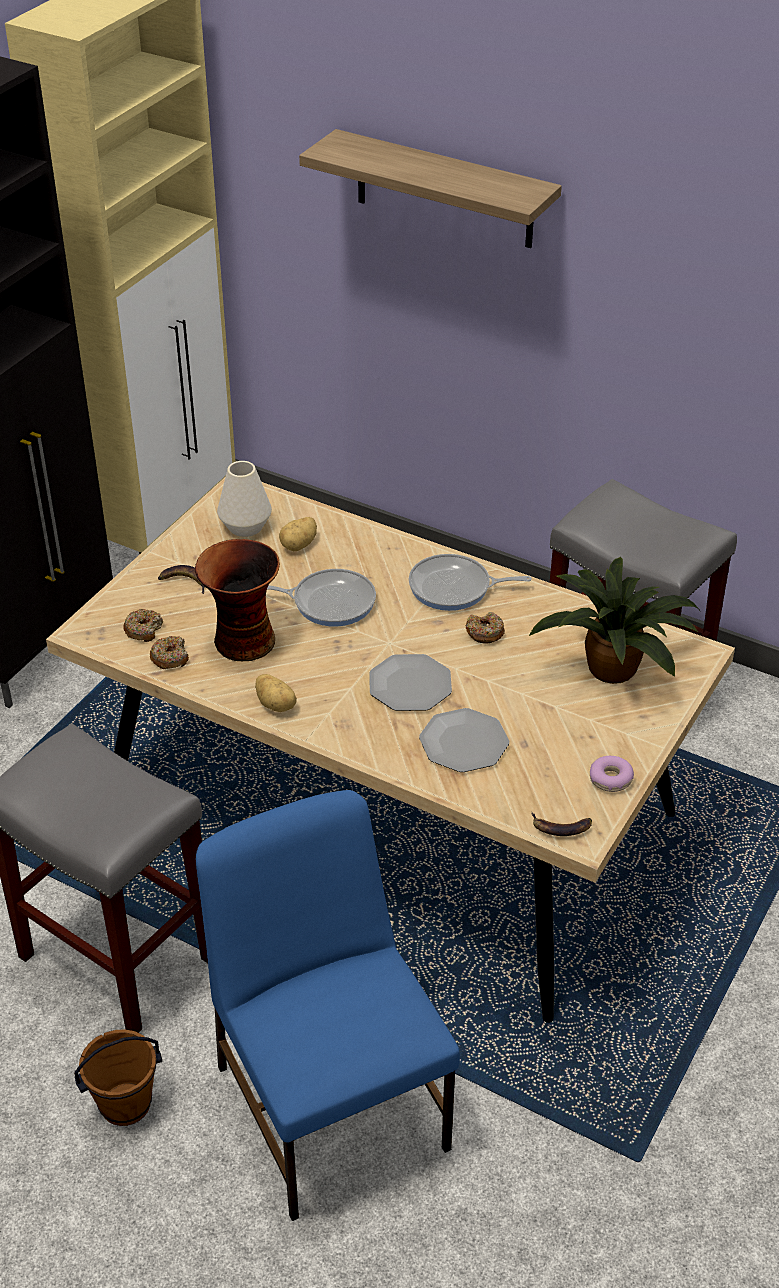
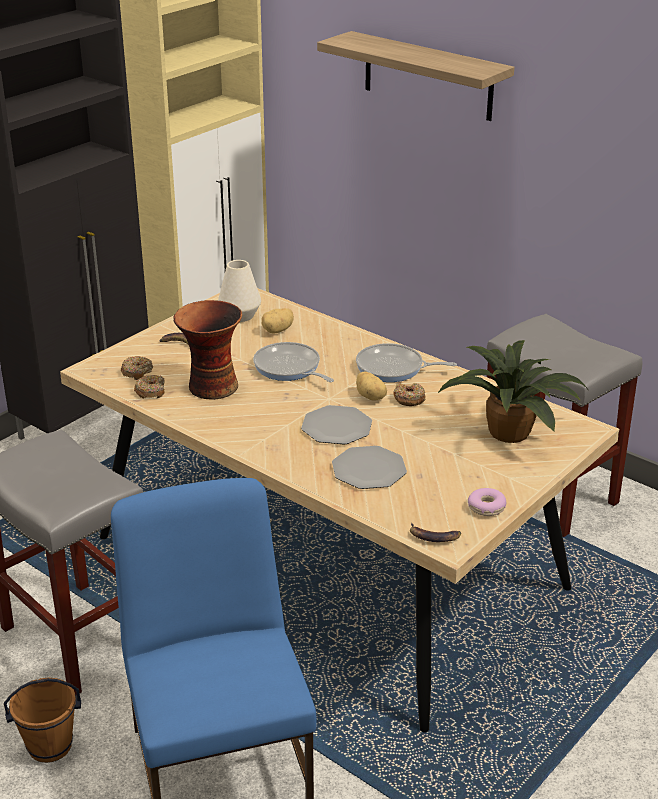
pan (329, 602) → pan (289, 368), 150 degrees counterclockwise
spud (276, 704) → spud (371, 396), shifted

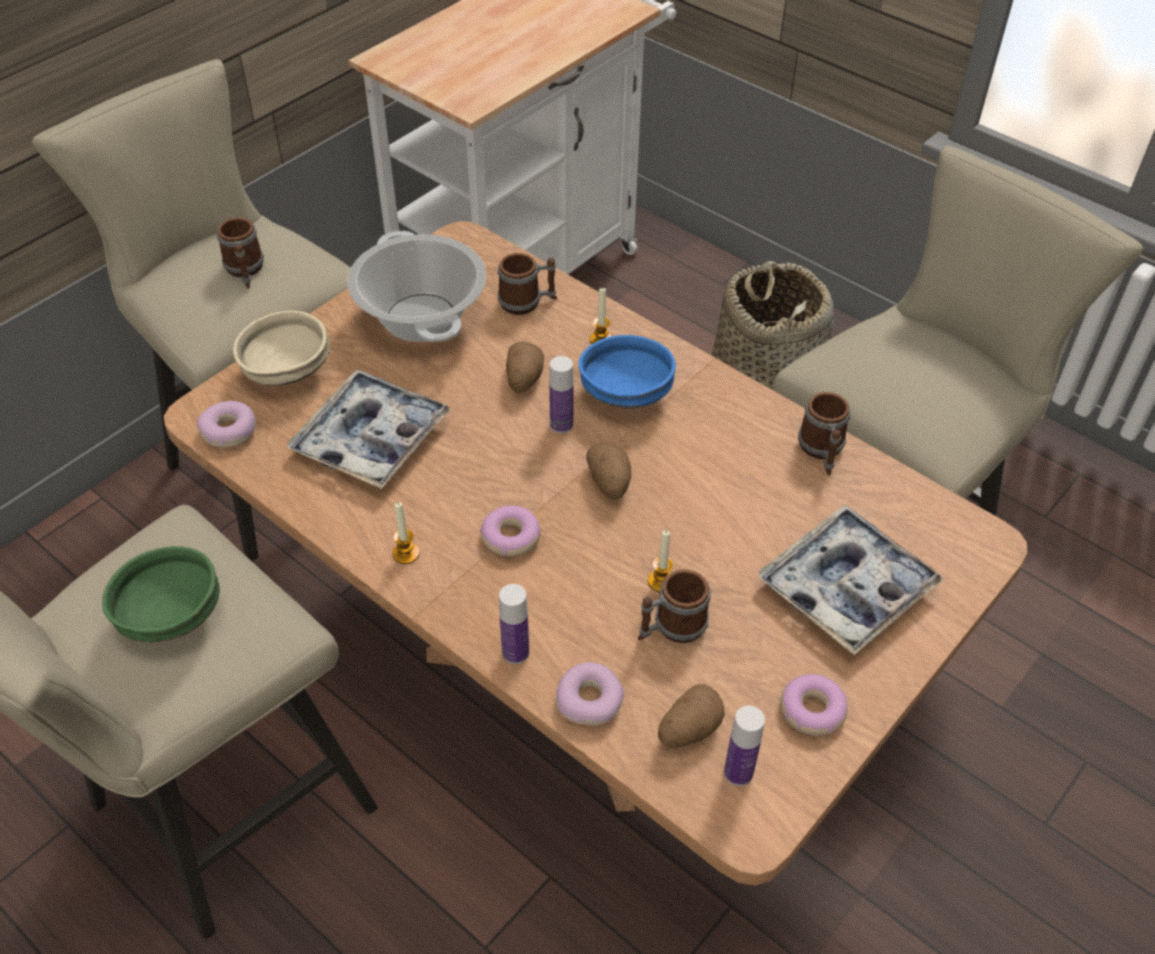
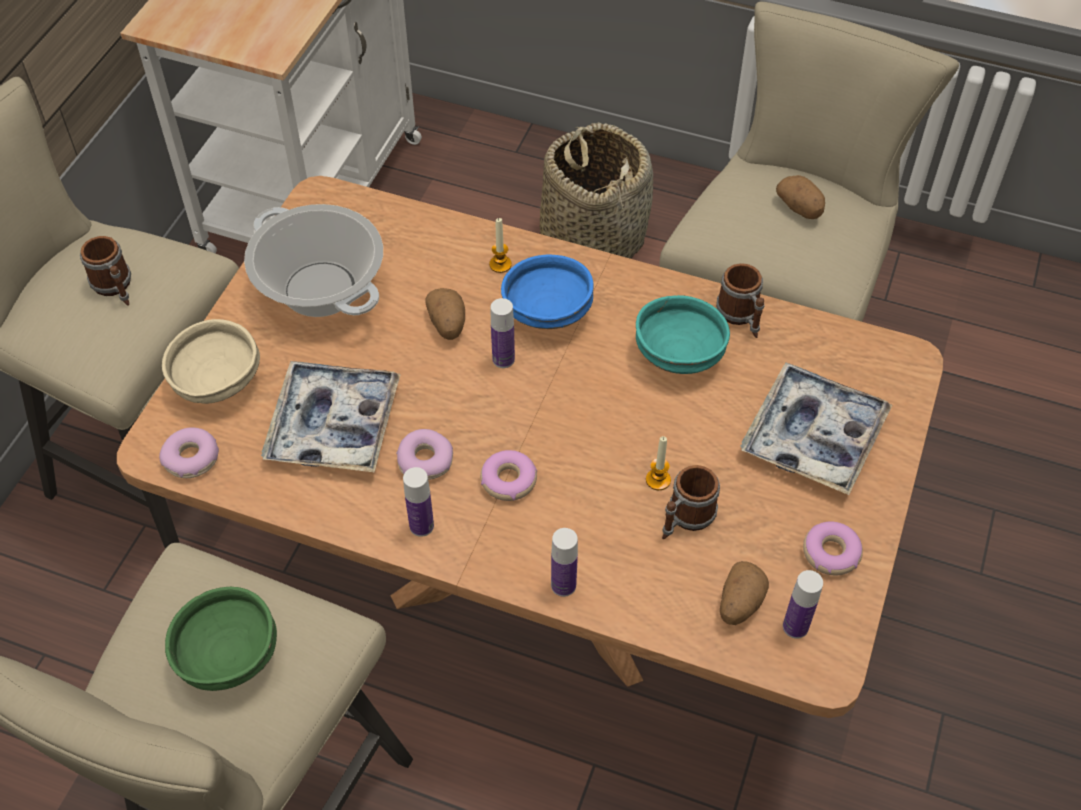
mug (527, 302) → -
spud (609, 483) → spud (800, 208), shifted
wax light (406, 553) → drink bottle (421, 526)
doughnut (590, 700) → doughnut (425, 460), shifted
- → turquoise-coloured serving bowl (679, 354)

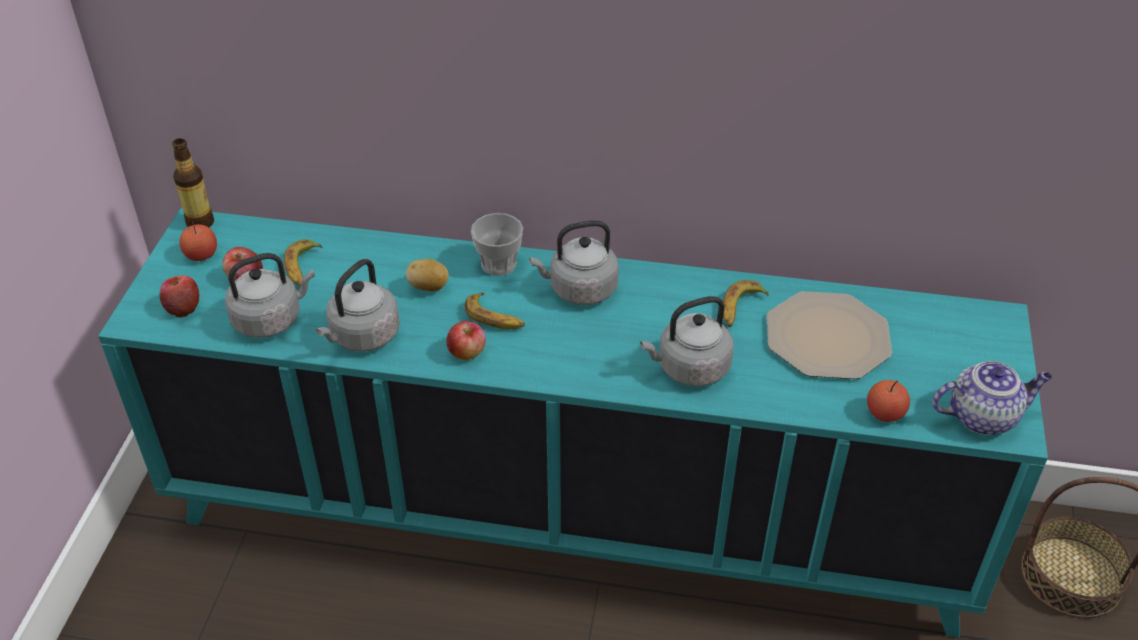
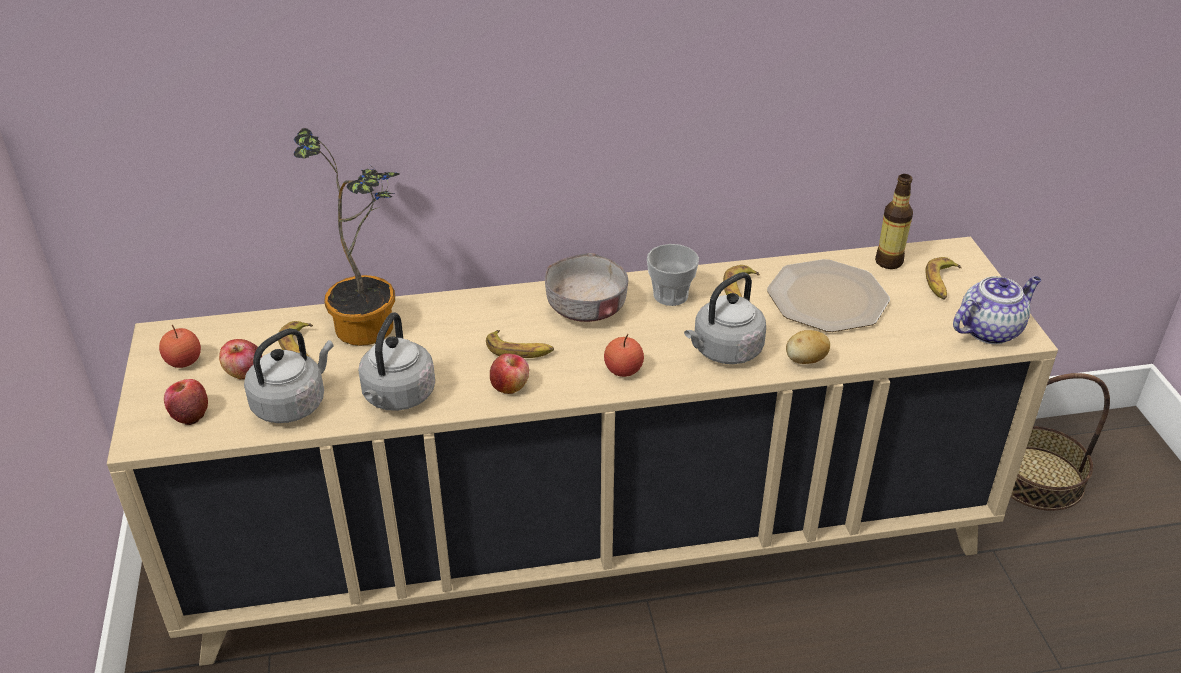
drink bottle (200, 223) → drink bottle (888, 262), shifted
turquoise-coloured cabinet (569, 516) → sand-coloured cabinet (590, 548)
drinking cup (498, 264) → drinking cup (670, 295), shifted
gray kettle (579, 290) → gray serving bowl (586, 309)
spud (429, 287) → spud (805, 360), shifted
apple fruit (885, 413) → apple fruit (623, 370), shifted
- → potted plant (371, 323)
- → banana (941, 283)

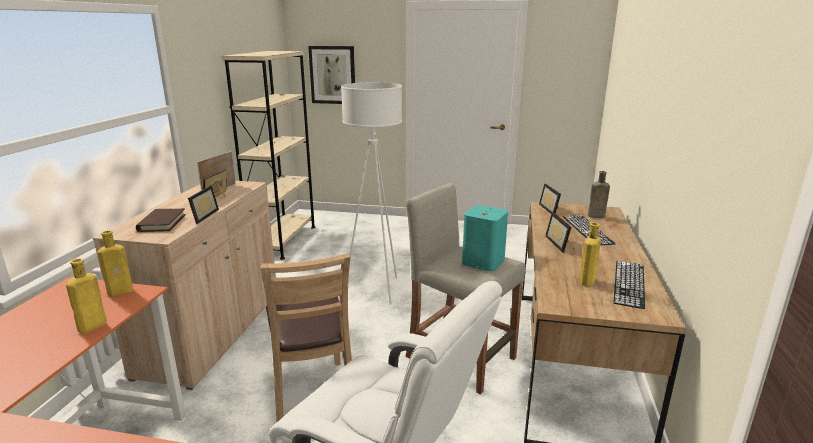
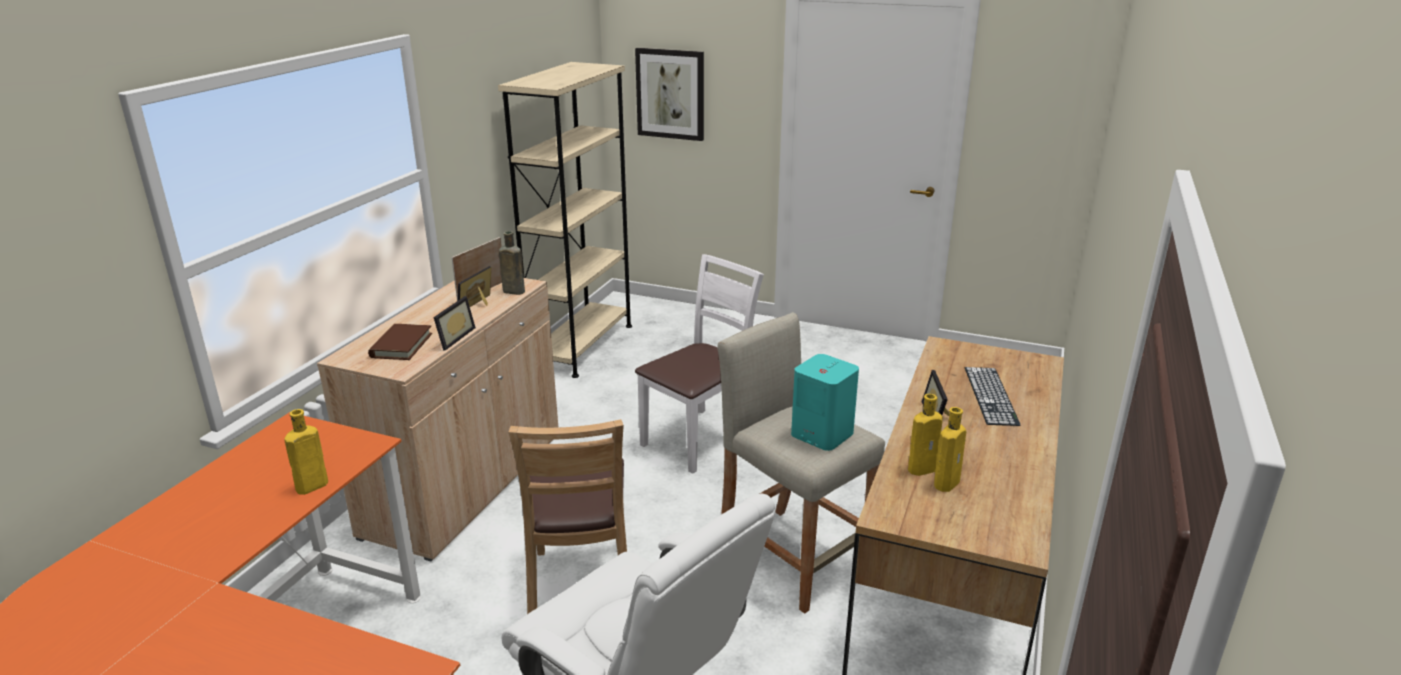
whitish floor lamp (376, 289) → whitish plain chair (699, 439)
brownish drink bottle (595, 216) → brownish drink bottle (512, 291), shifted
picture frame (551, 209) → -
yellow-coloured drink bottle (122, 291) → yellow-coloured drink bottle (924, 468), shifted
PC keyboard (629, 283) → -

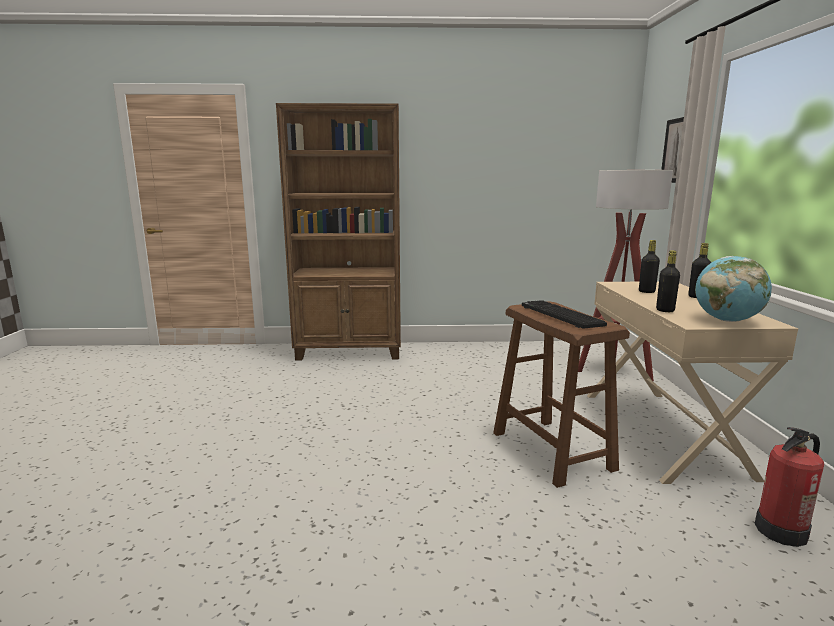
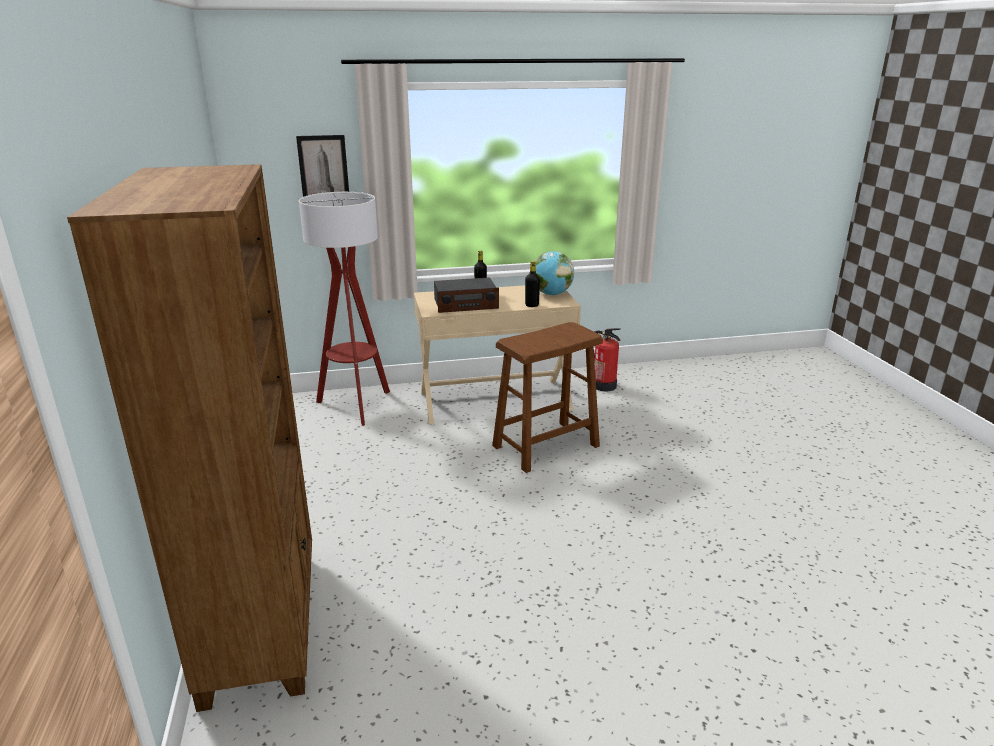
black drink bottle (646, 291) → radio (465, 304)
PC keyboard (559, 315) → -

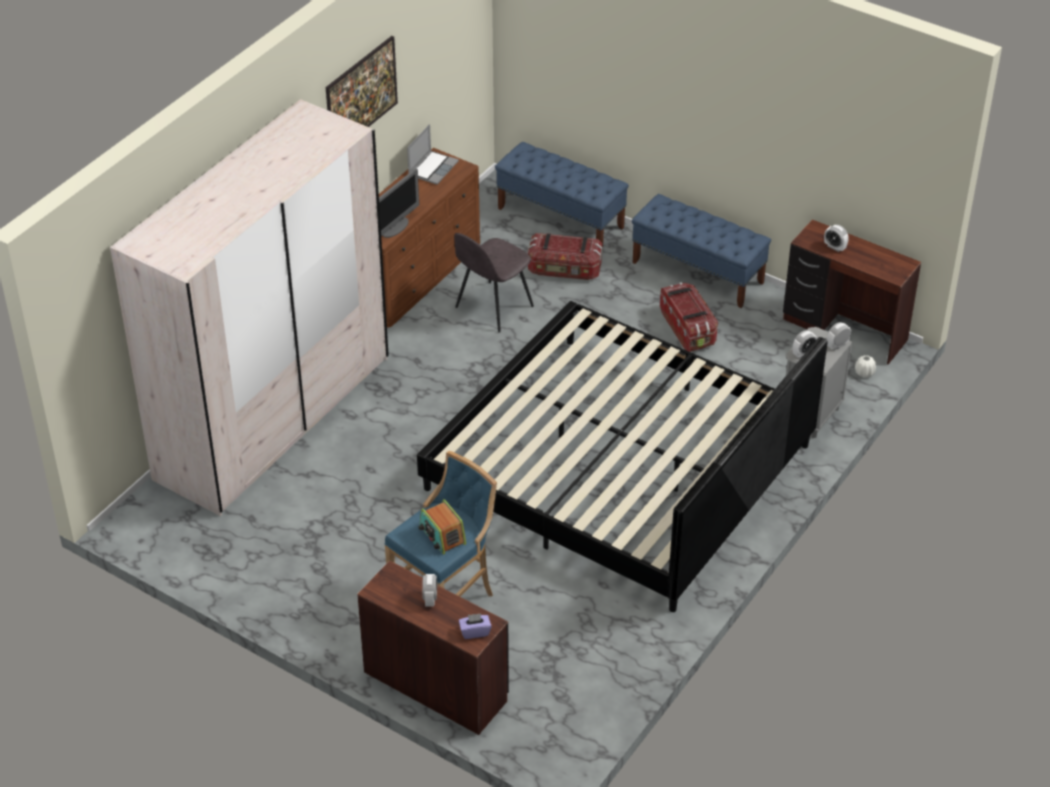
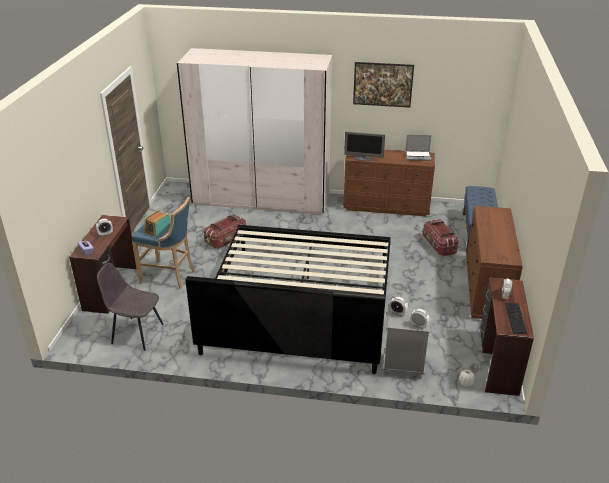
bluish indoor bench (698, 273) → brownish dresser (486, 289)
gray plain chair (492, 308) → gray plain chair (136, 333), shifted
storage container (687, 328) → storage container (226, 239), shifted
- → PC keyboard (515, 318)

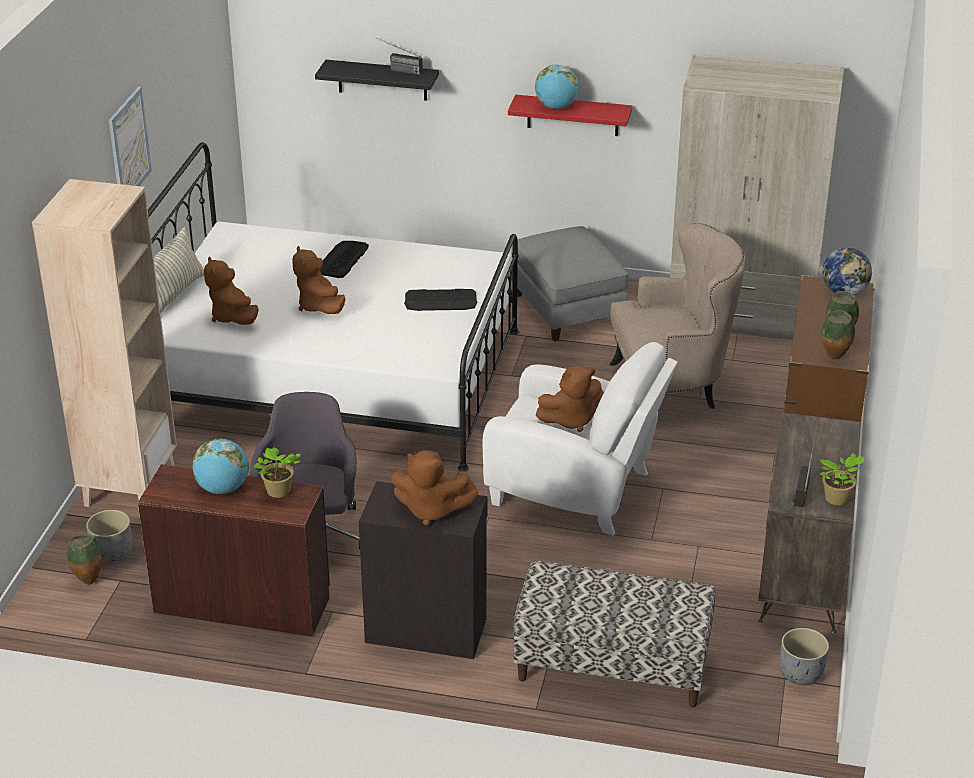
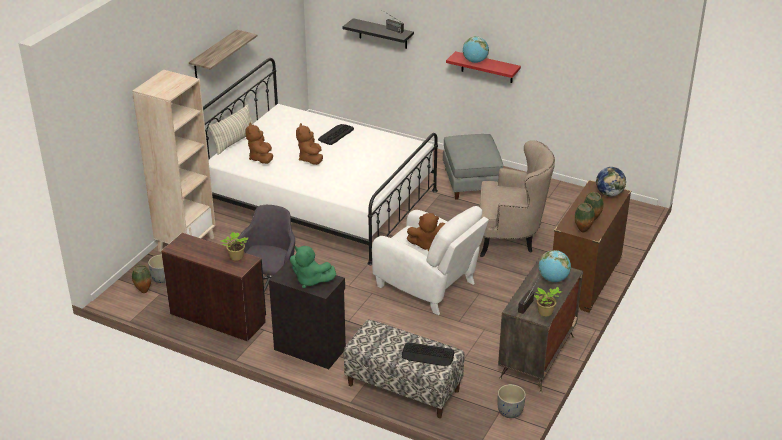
sand-coloured clothes cupboard (742, 315) → -
wall art (129, 146) → wall shelf (214, 55)
PC keyboard (441, 301) → PC keyboard (428, 355), shifted
globe (223, 489) → globe (553, 279), shifted
brownish plush toy (431, 510) → green plush toy (310, 280)

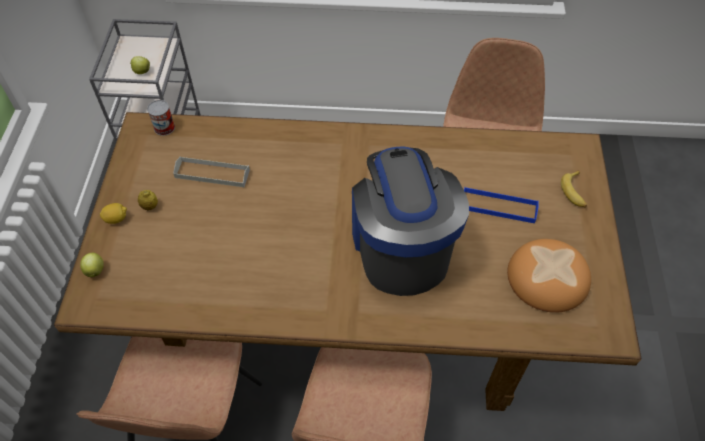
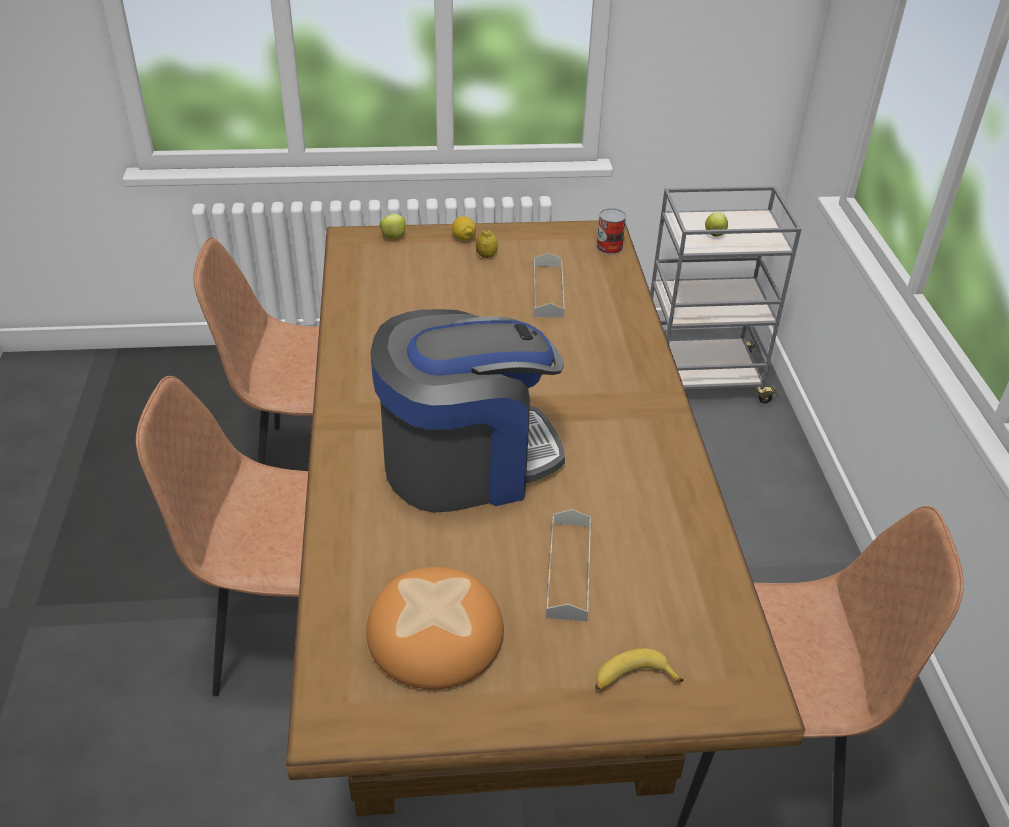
bluish carrying tray (498, 207) → gray carrying tray (568, 569)

